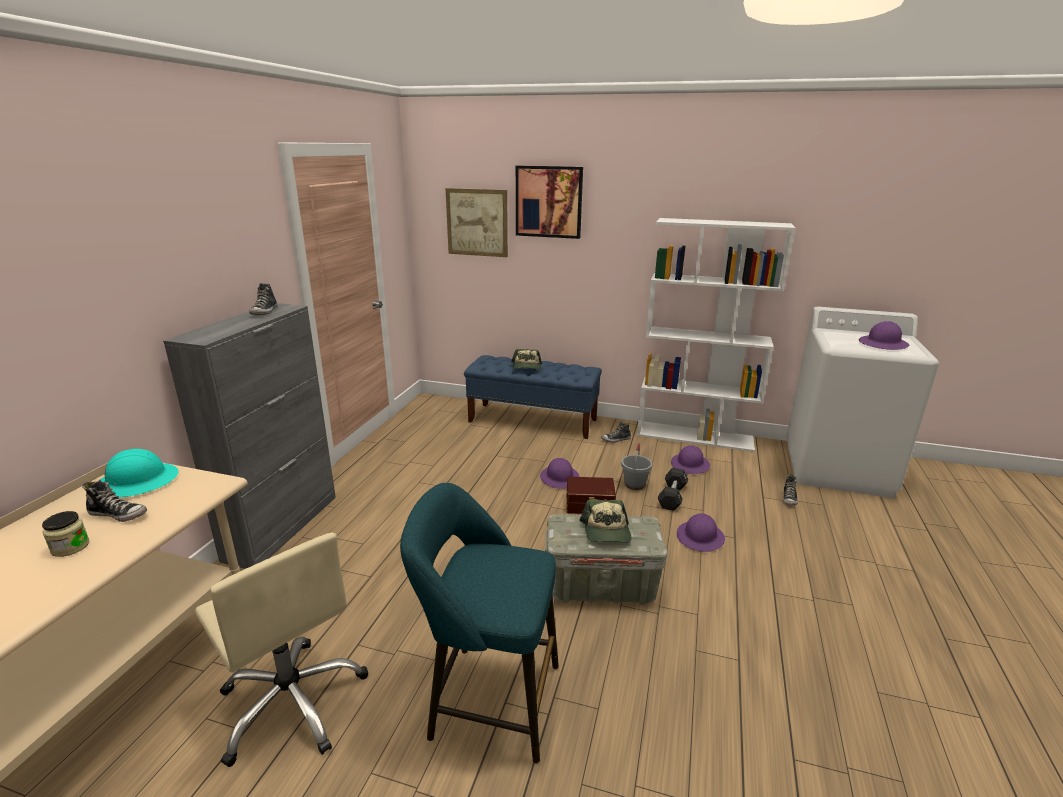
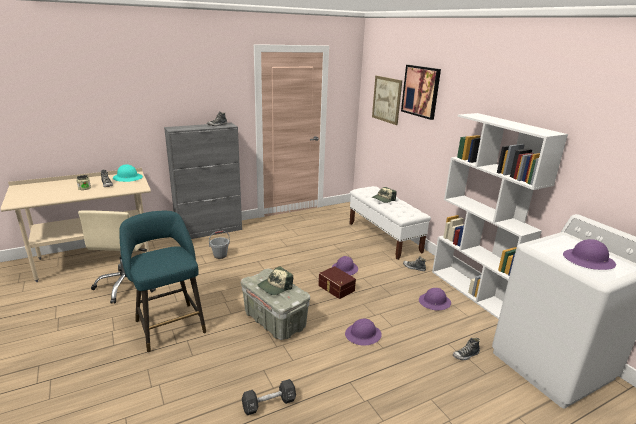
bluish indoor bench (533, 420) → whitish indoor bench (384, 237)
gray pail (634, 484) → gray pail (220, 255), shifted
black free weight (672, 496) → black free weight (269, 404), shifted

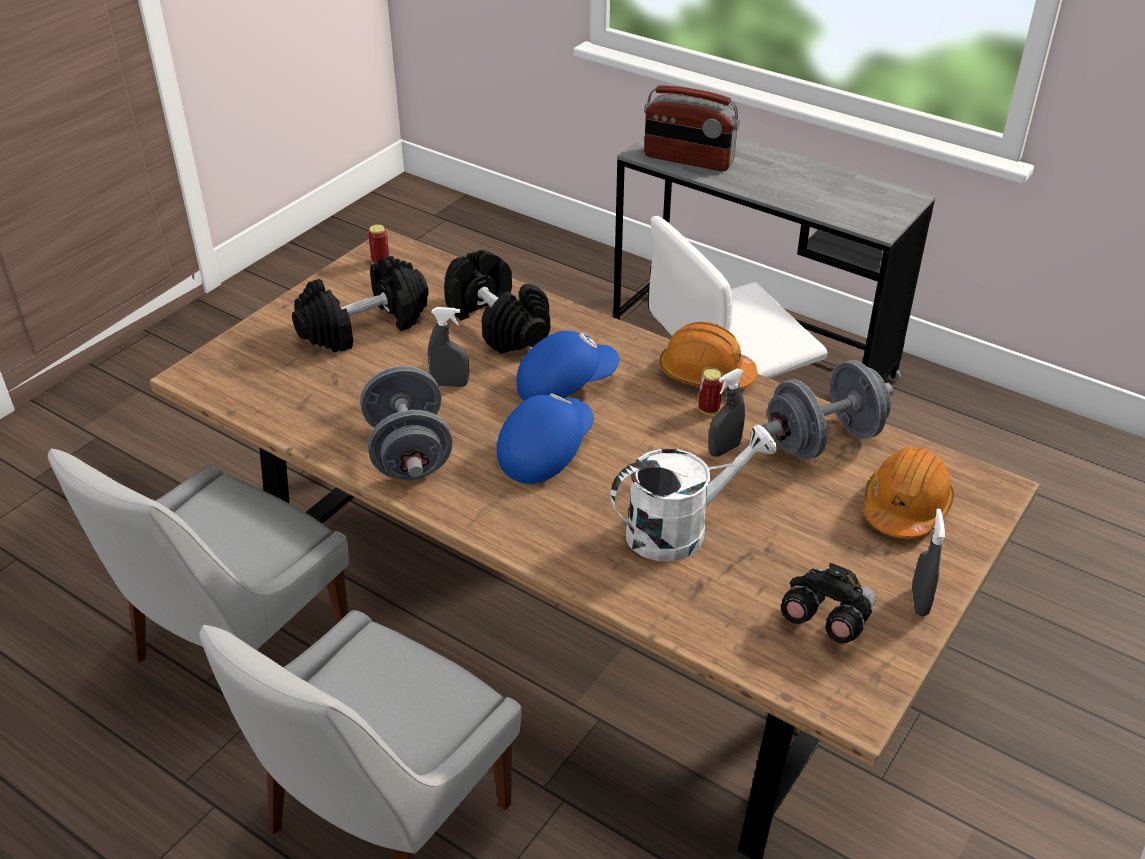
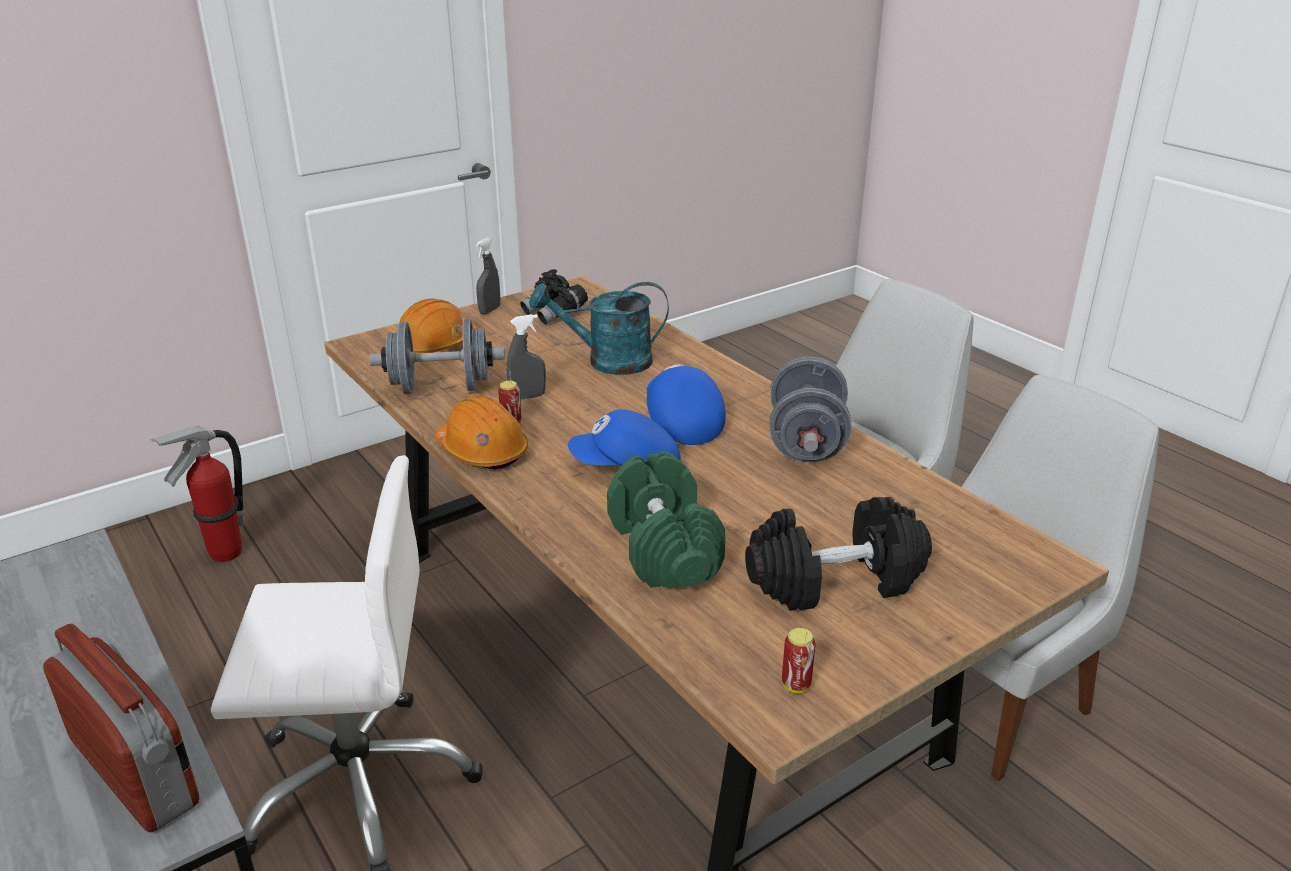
black free weight (498, 324) → green free weight (663, 547)
gray hand sprayer (450, 384) → -
bluish peaked cap (544, 452) → bluish peaked cap (681, 422), 105 degrees clockwise
whitish watering can (680, 528) → turquoise-coloured watering can (608, 362)
- → fire-fighting cylinder (224, 554)

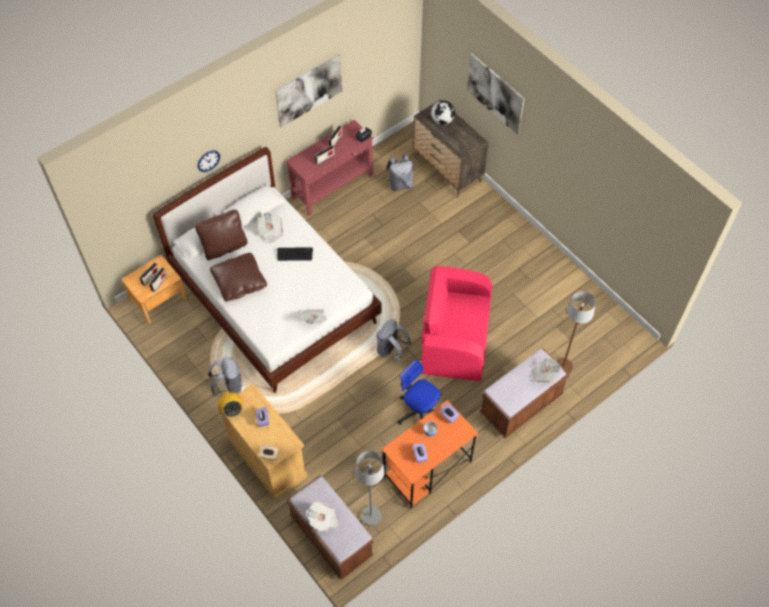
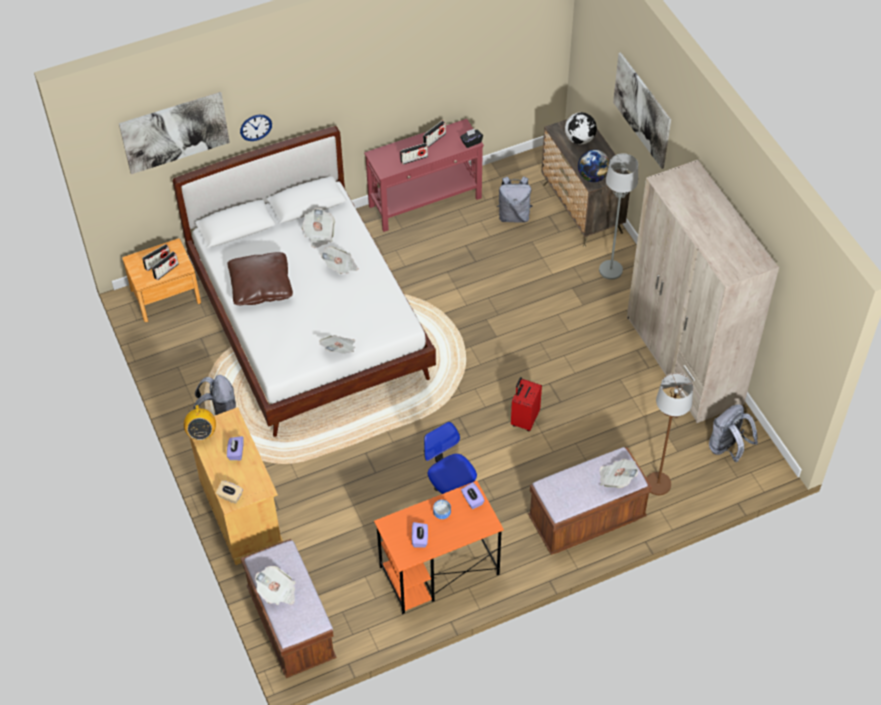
wall art (309, 90) → wall art (175, 132), shifted
brownish throw pillow (224, 247) → -
PC keyboard (295, 254) → daily paper (340, 267)
pink-coloured easy chair (454, 338) → red suitcase (524, 419)
gray knapsack (391, 350) → gray knapsack (728, 448), shifted
gray floor lamp (371, 516) → gray floor lamp (610, 270), shifted
- → globe (593, 177)
- → sand-coloured clothes cupboard (683, 361)

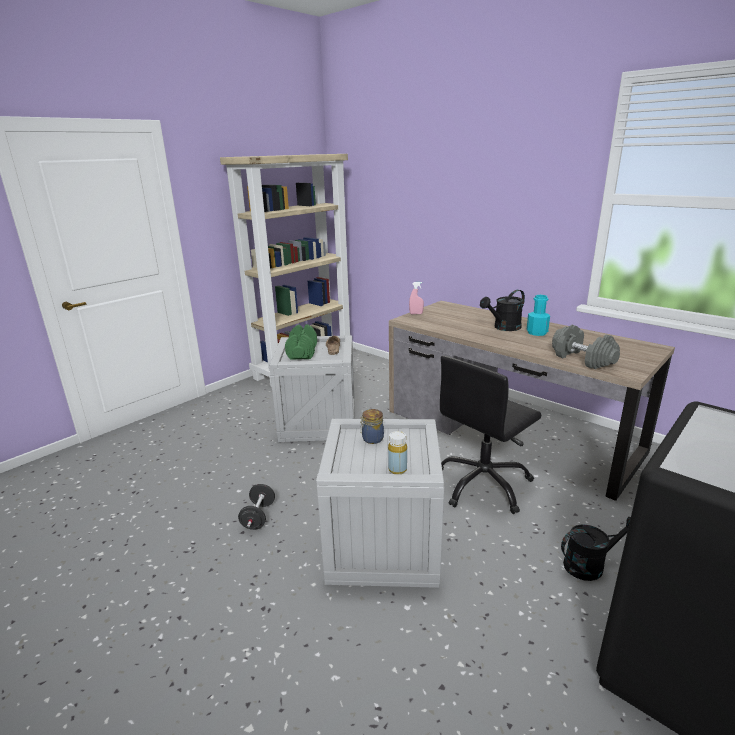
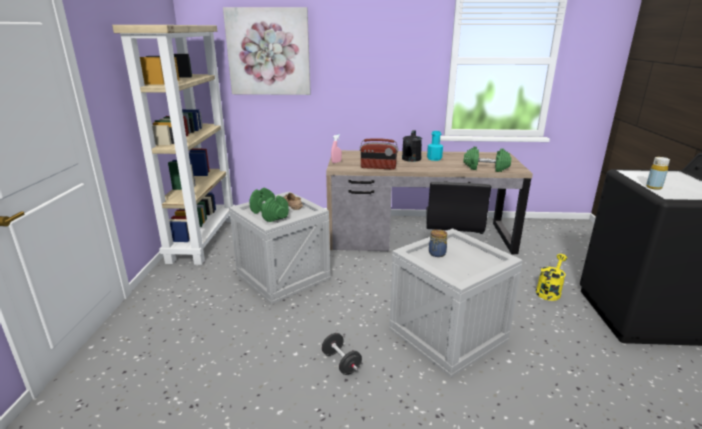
gray free weight (582, 359) → green free weight (485, 168)
yellow-coloured drink bottle (397, 469) → yellow-coloured drink bottle (653, 187), shifted
black watering can (590, 565) → yellow-coloured watering can (549, 291)
- → wall art (268, 52)
- → radio (378, 167)

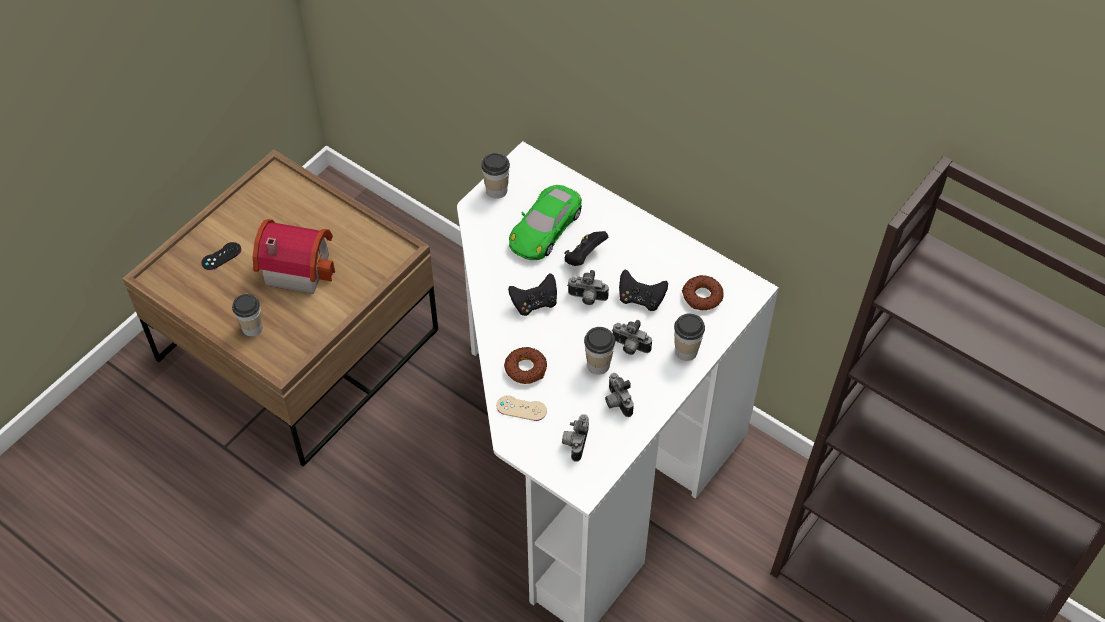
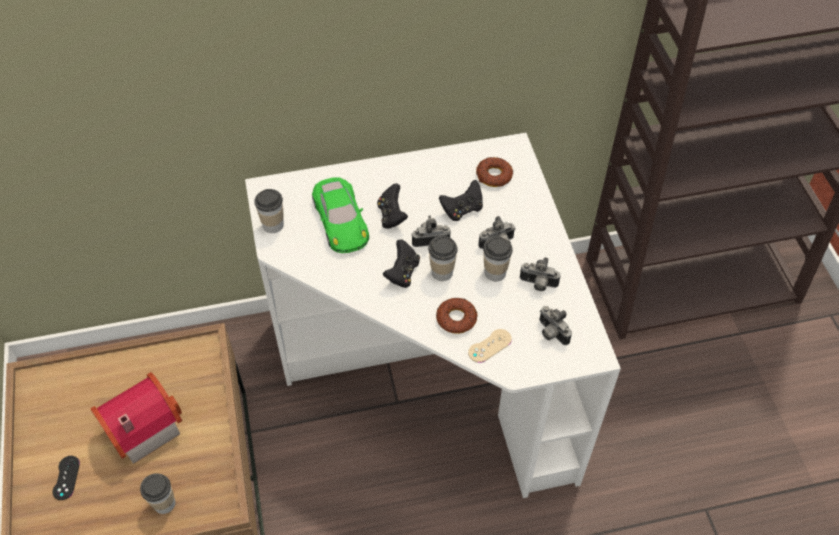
photo camera (587, 298) → photo camera (430, 239), 150 degrees counterclockwise
drinking cup (686, 351) → drinking cup (442, 272), shifted

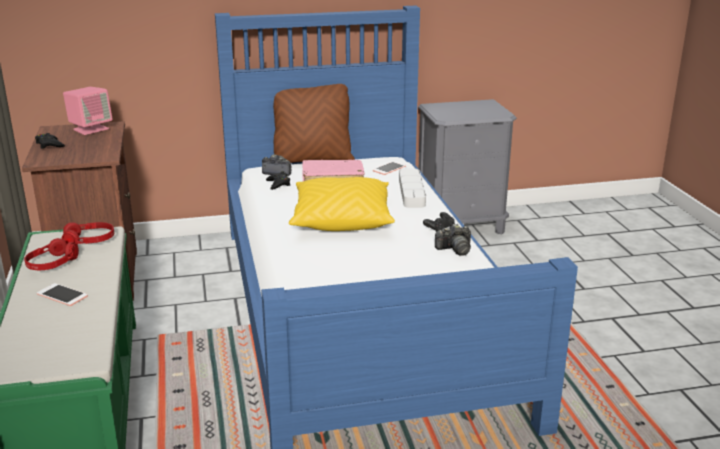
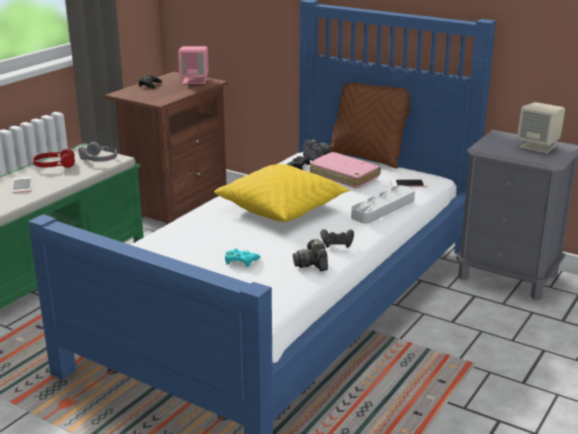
red headset (89, 241) → gray headset (98, 159)
photo camera (455, 249) → photo camera (312, 264), 45 degrees clockwise
- → sand-coloured speaker (538, 147)
- → turquoise-coloured joypad (240, 261)

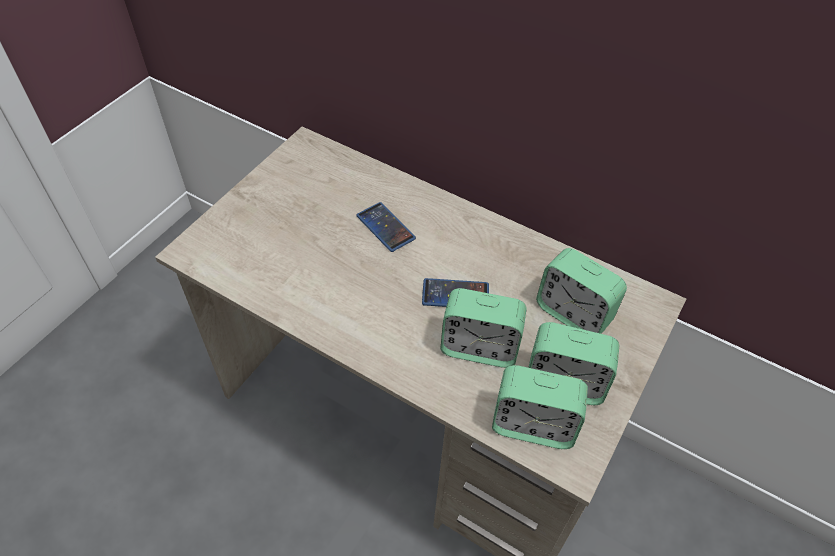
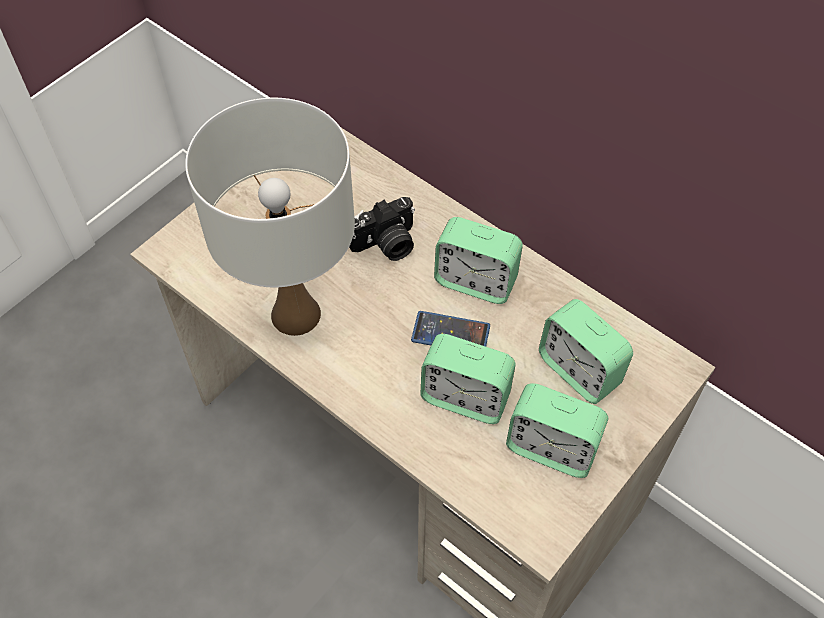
phone (385, 227) → photo camera (386, 244)
alarm clock (533, 425) → alarm clock (475, 281), shifted
- → whitish lamp for a table (295, 315)

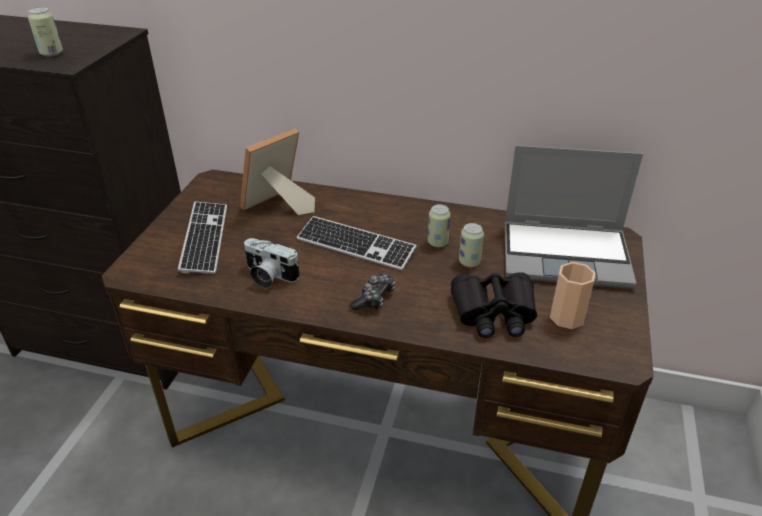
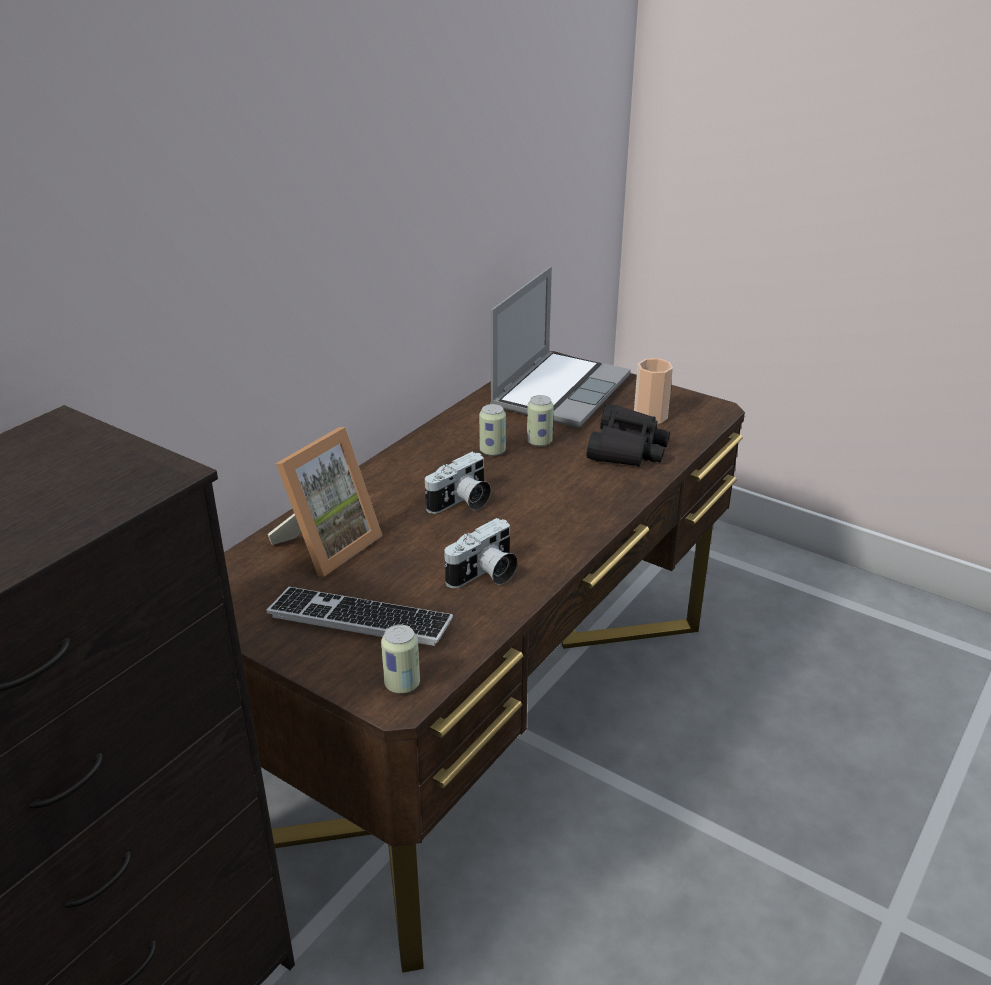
can (51, 53) → can (402, 684), shifted
picture frame (277, 206) → picture frame (327, 546), 120 degrees counterclockwise
PC keyboard (355, 245) → photo camera (461, 503)
joypad (374, 298) → -

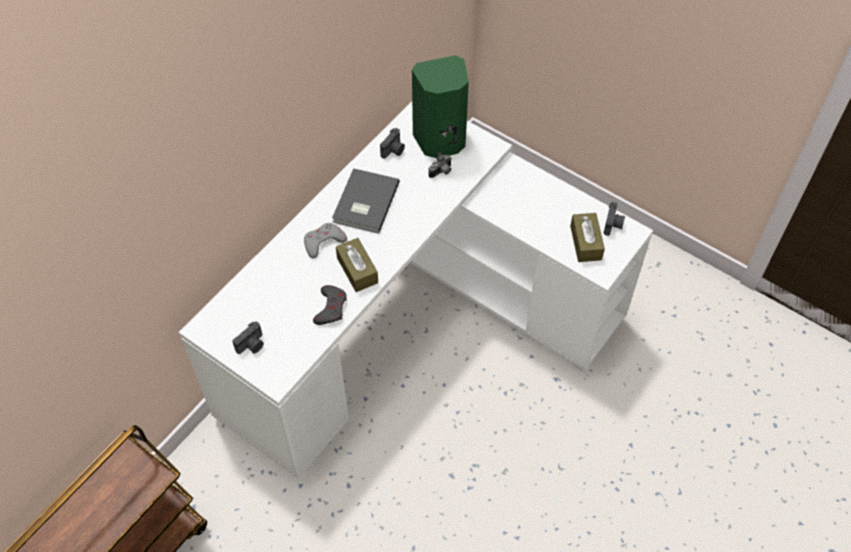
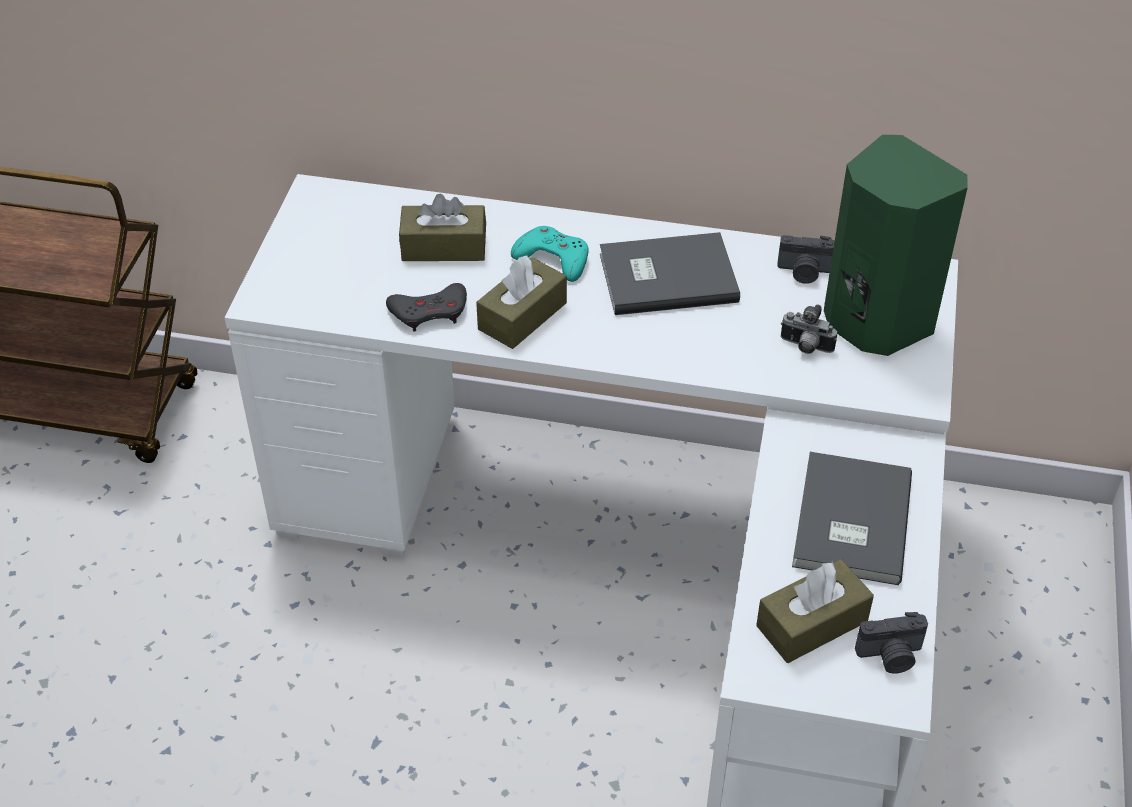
gray joypad (323, 242) → turquoise-coloured joypad (553, 258)
photo camera (252, 345) → -
- → brownish tissue holder (444, 247)
- → gray bound book (848, 522)

